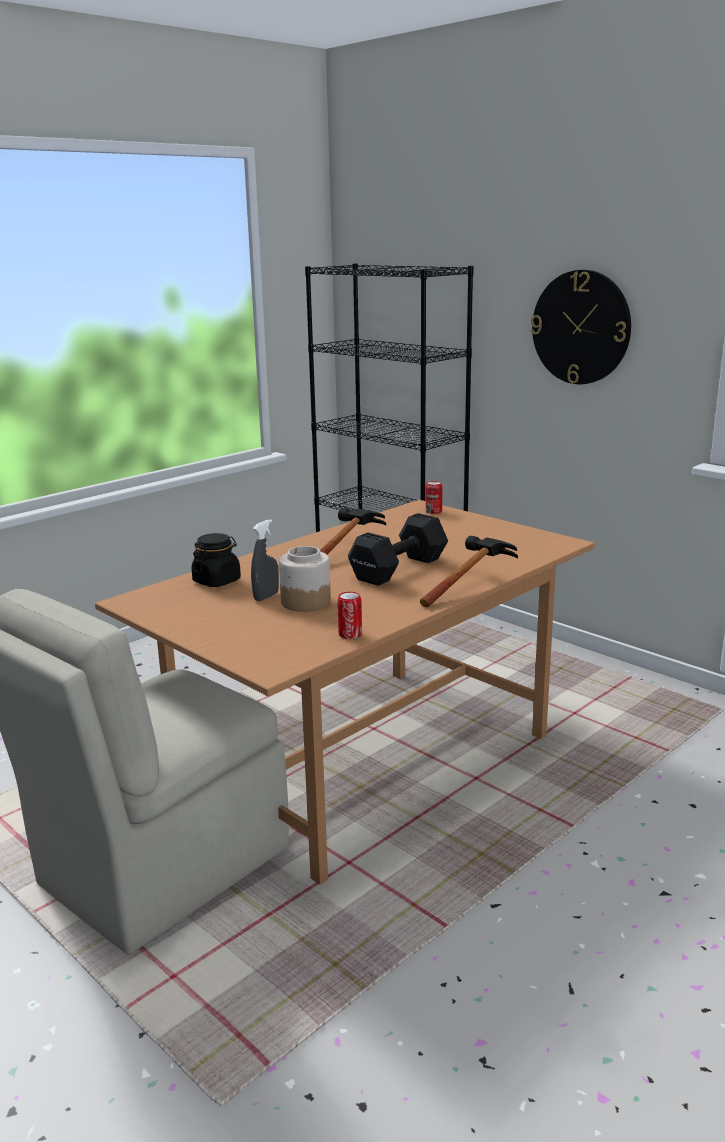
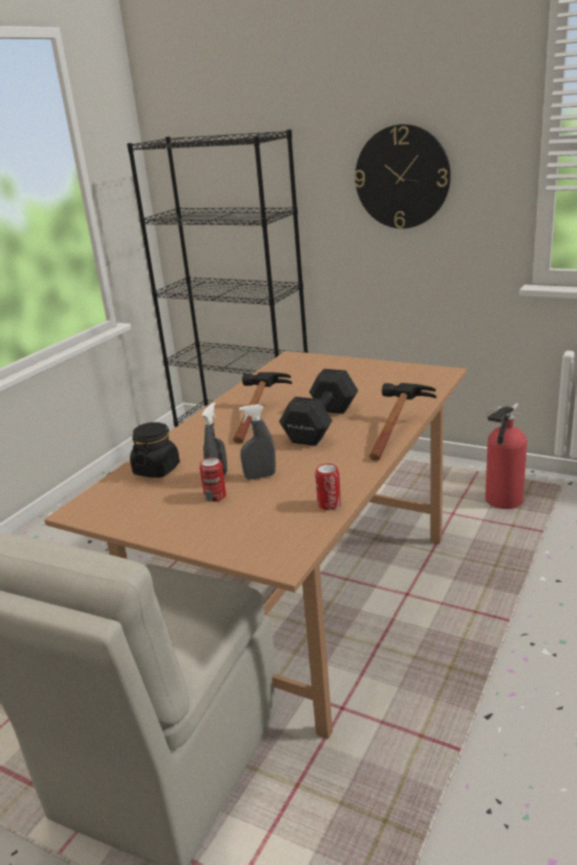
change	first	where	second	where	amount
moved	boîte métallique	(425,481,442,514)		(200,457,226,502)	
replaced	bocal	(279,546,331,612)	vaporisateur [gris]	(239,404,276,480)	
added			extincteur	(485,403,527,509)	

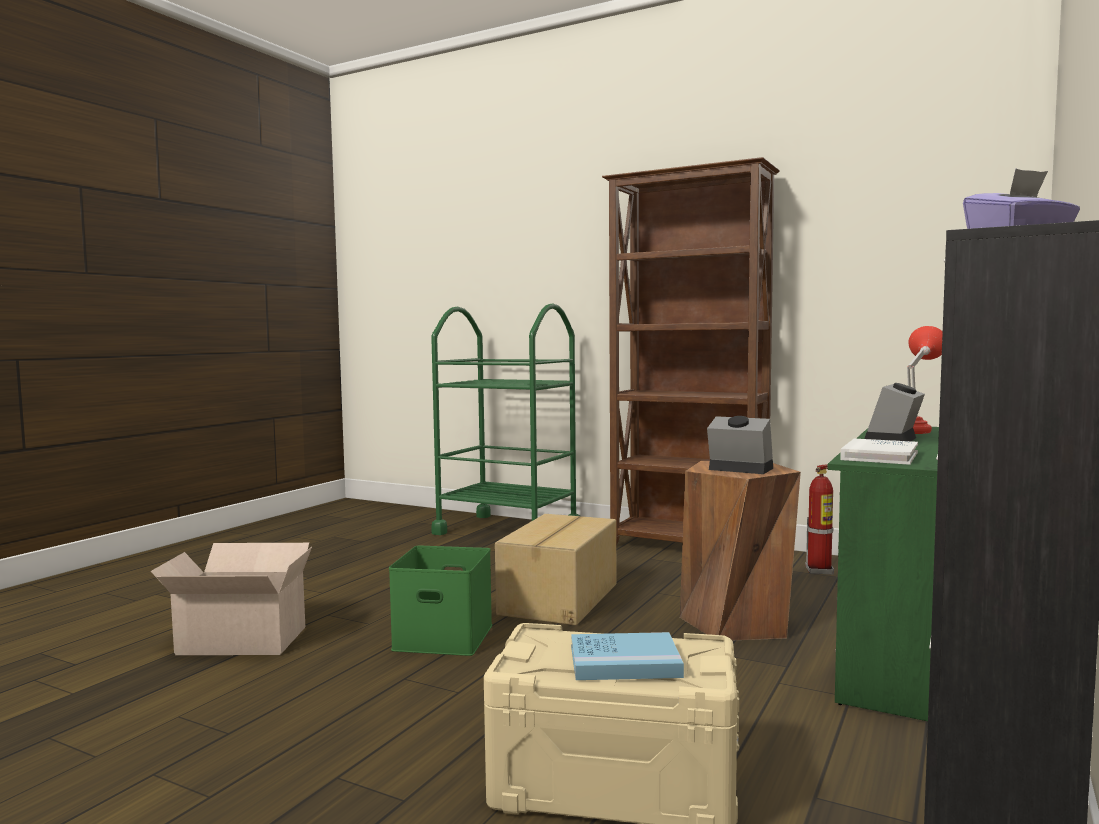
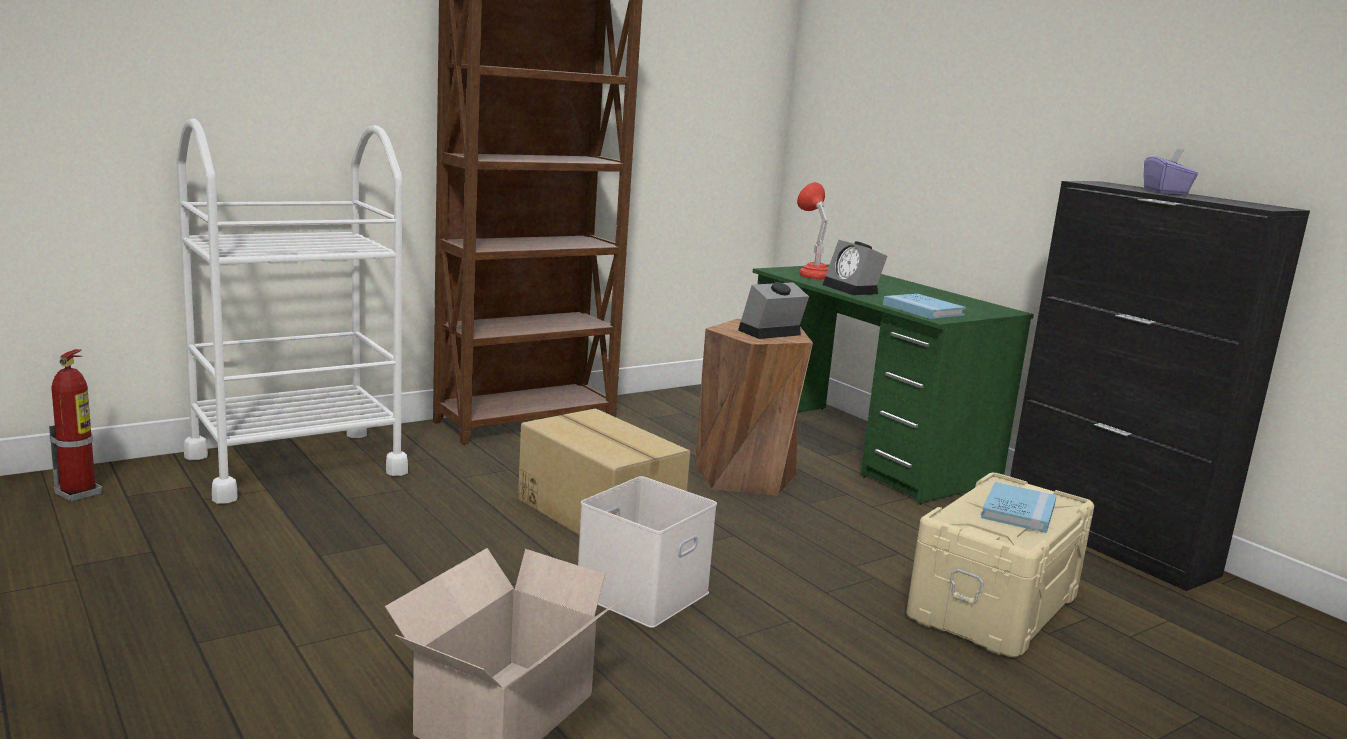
change	first	where	second	where	amount
recoloured	chariot [vert]	(431,303,580,535)	chariot [blanc]	(176,118,408,504)	
recoloured	livre [blanc]	(840,439,918,465)	livre [bleu]	(883,294,966,319)	
moved	extincteur	(805,464,834,575)		(49,349,102,502)	
recoloured	boîte de rangement [vert]	(389,546,492,656)	boîte de rangement [blanc]	(578,476,717,628)	

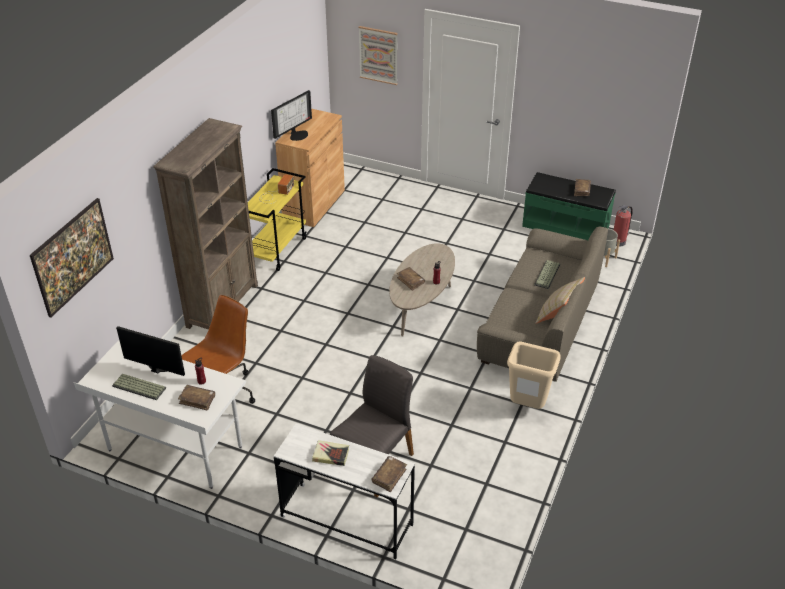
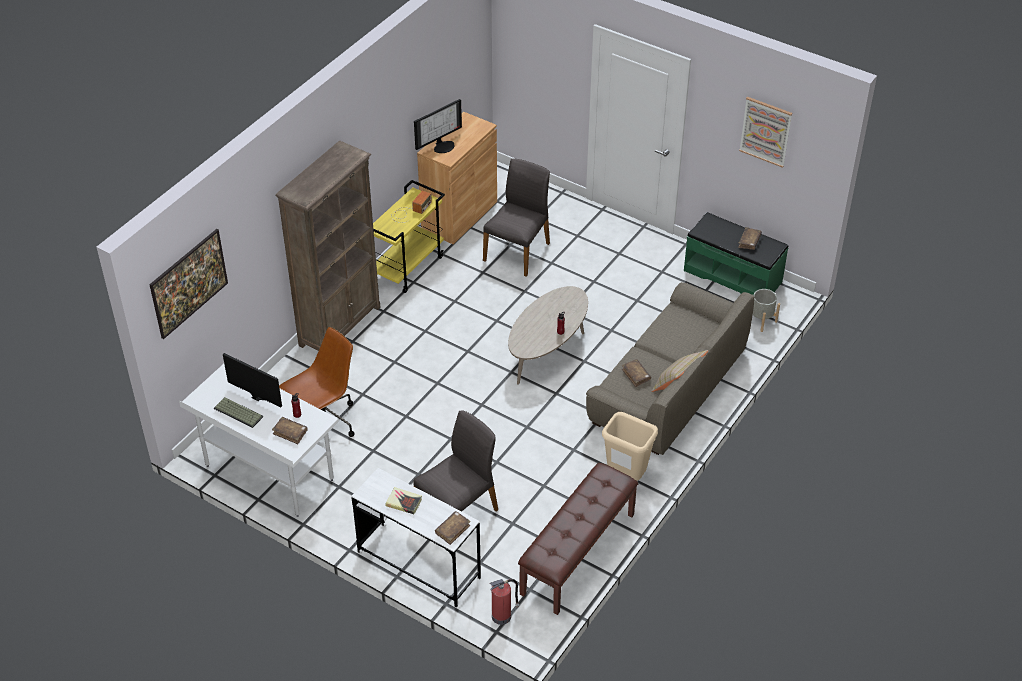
change	first	where	second	where	amount
moved	tableau	(359,26,398,85)		(739,97,792,168)	
moved	extincteur	(614,205,633,247)		(490,579,519,625)	
removed	clavier	(534,260,560,289)			
moved	livre [marron]	(397,267,425,291)		(622,359,651,387)	
added			chaise [gris]	(483,158,550,277)	
added			banc [marron]	(518,463,638,615)	

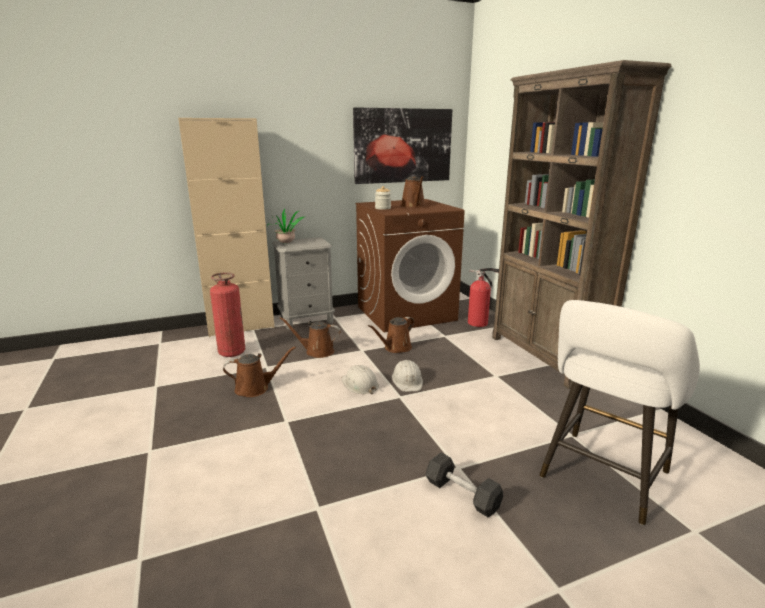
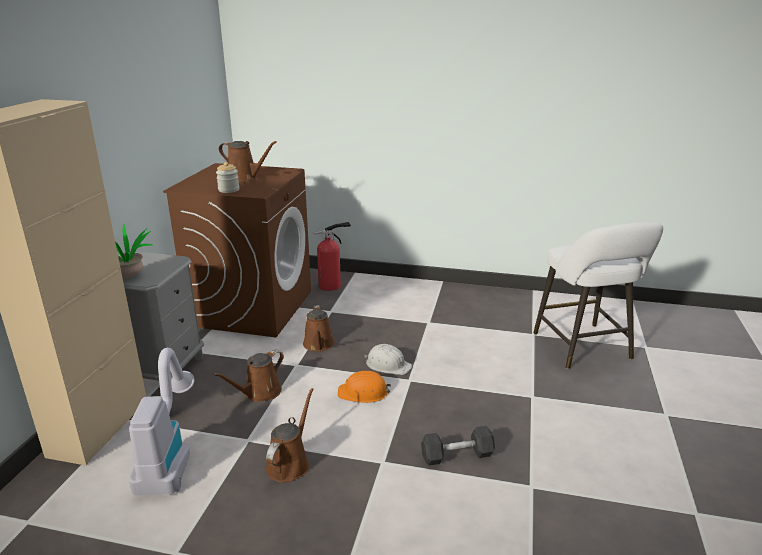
change	first	where	second	where	amount
removed	bibliothèque [marron]	(492,60,671,389)			
removed	tableau	(353,107,452,184)			
replaced	extincteur	(210,272,245,357)	aspirateur	(129,348,195,496)	
recoloured	casque de chantier [blanc]	(341,365,379,394)	casque de chantier [orange]	(338,371,391,403)	
moved	haltère [gris]	(426,452,503,518)		(421,426,495,466)	

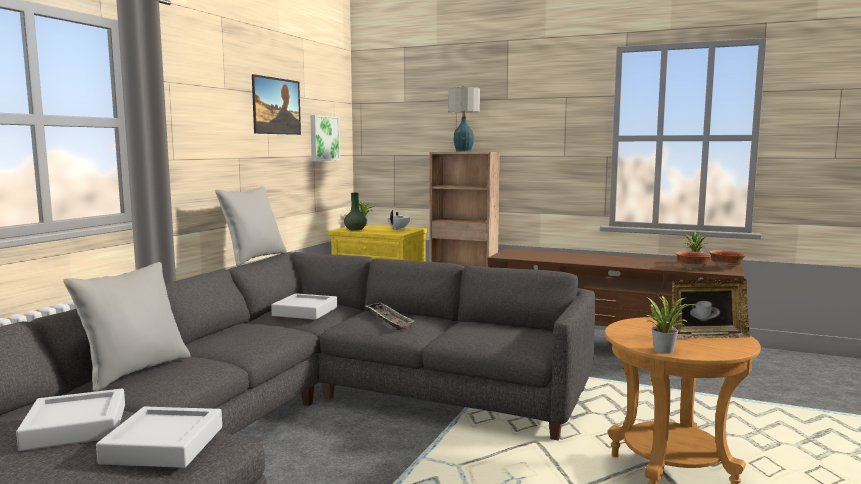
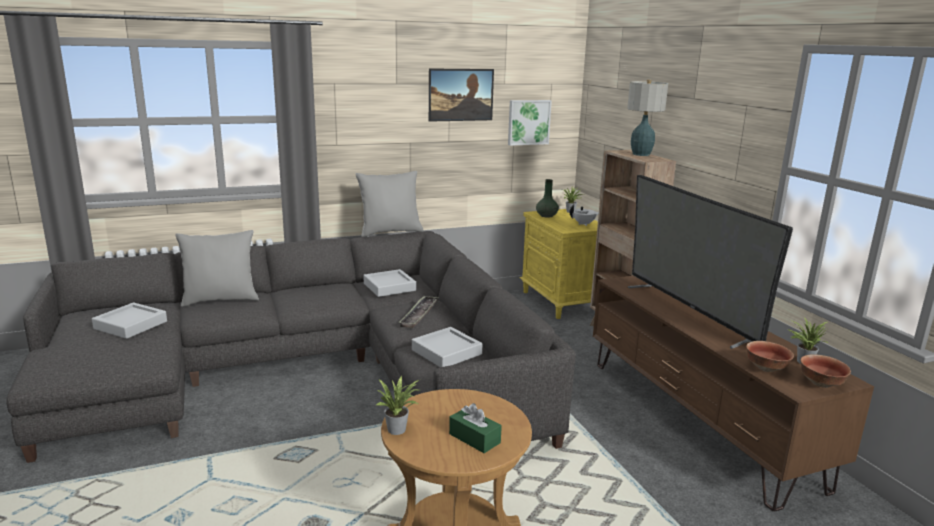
change	first	where	second	where	amount
replaced	cadre photo	(672,278,750,339)	boîte à mouchoirs [vert]	(449,403,502,453)	
moved	plateau [gris]	(96,407,222,468)		(412,327,482,367)	
added			téléviseur	(628,175,793,349)	

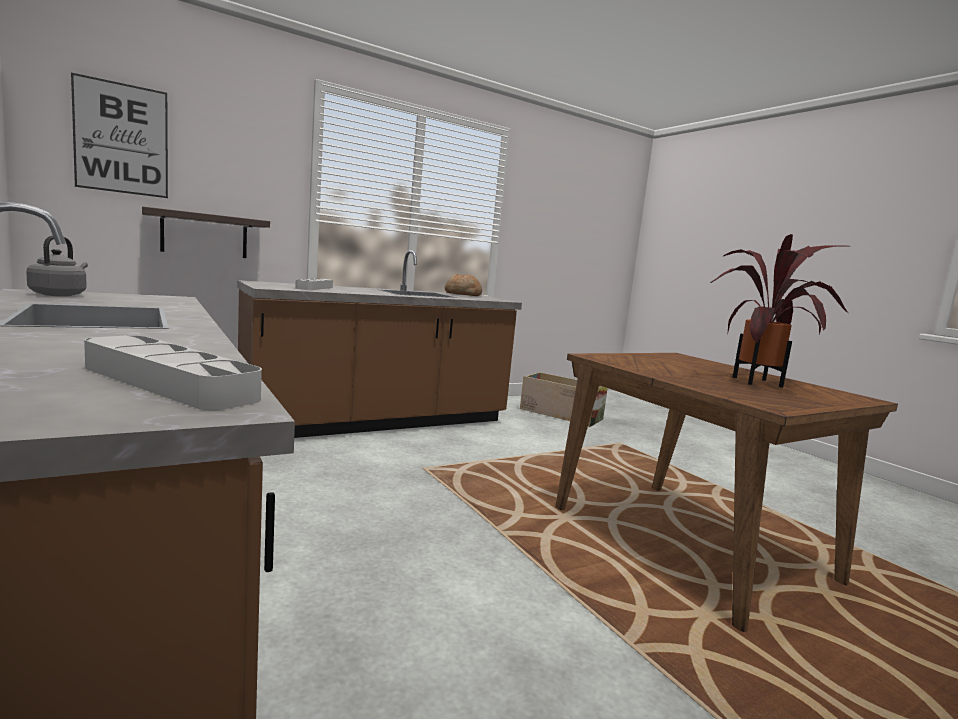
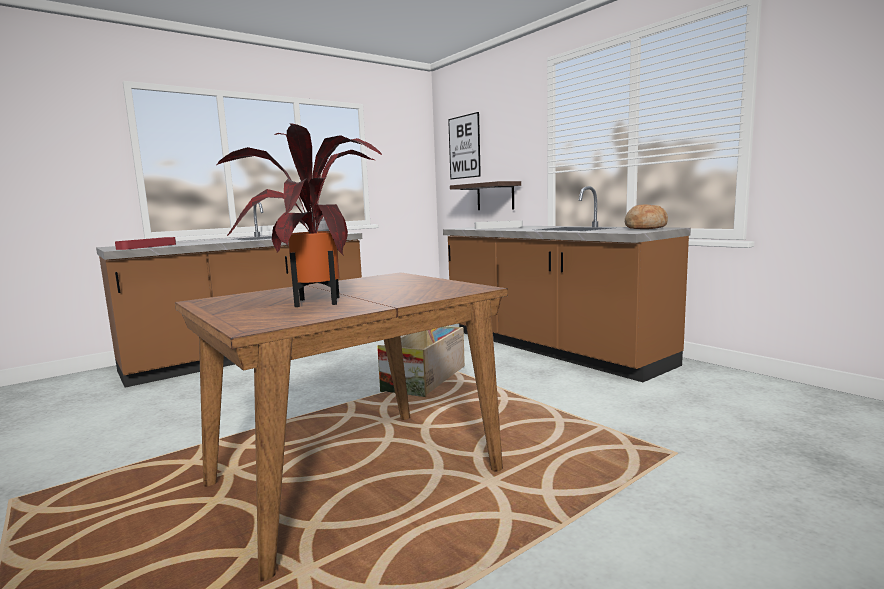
change	first	where	second	where	amount
recoloured	plateau [gris]	(84,335,262,410)	plateau [rouge]	(115,237,176,250)	
moved	caisse	(520,372,608,427)		(377,326,465,397)	

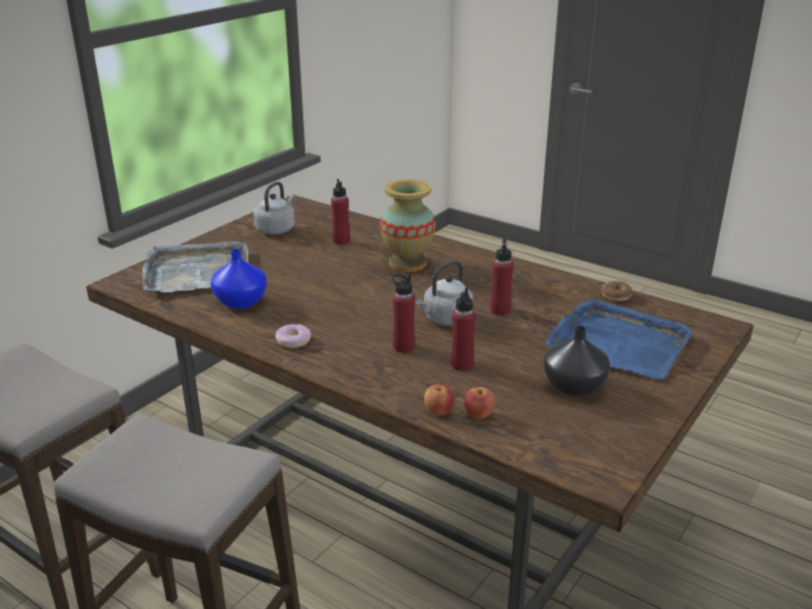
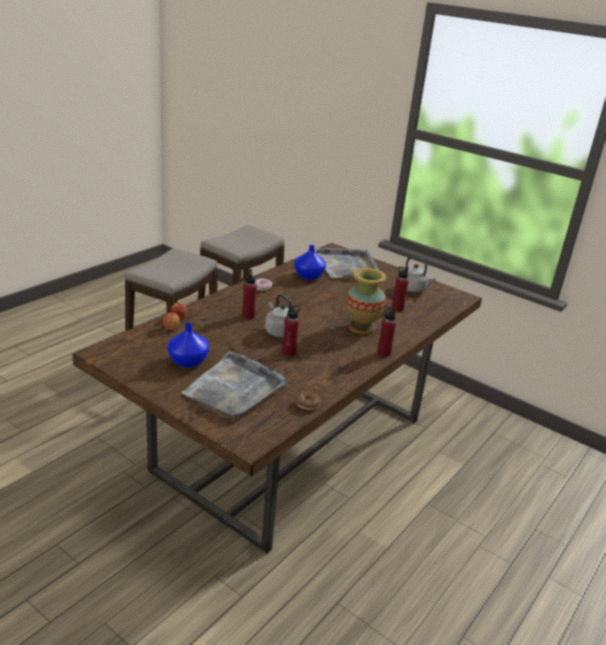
change	first	where	second	where	amount
moved	bouteille [rouge]	(451,288,476,371)		(377,306,396,357)	
recoloured	plateau [bleu]	(545,298,692,380)	plateau [gris]	(181,351,286,419)	
recoloured	vase [noir]	(543,326,610,396)	vase [bleu]	(168,323,209,368)	

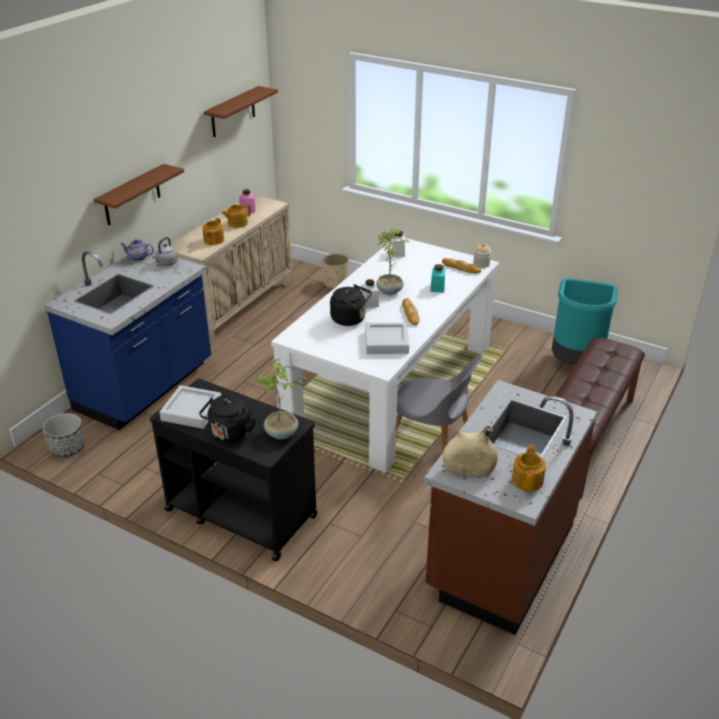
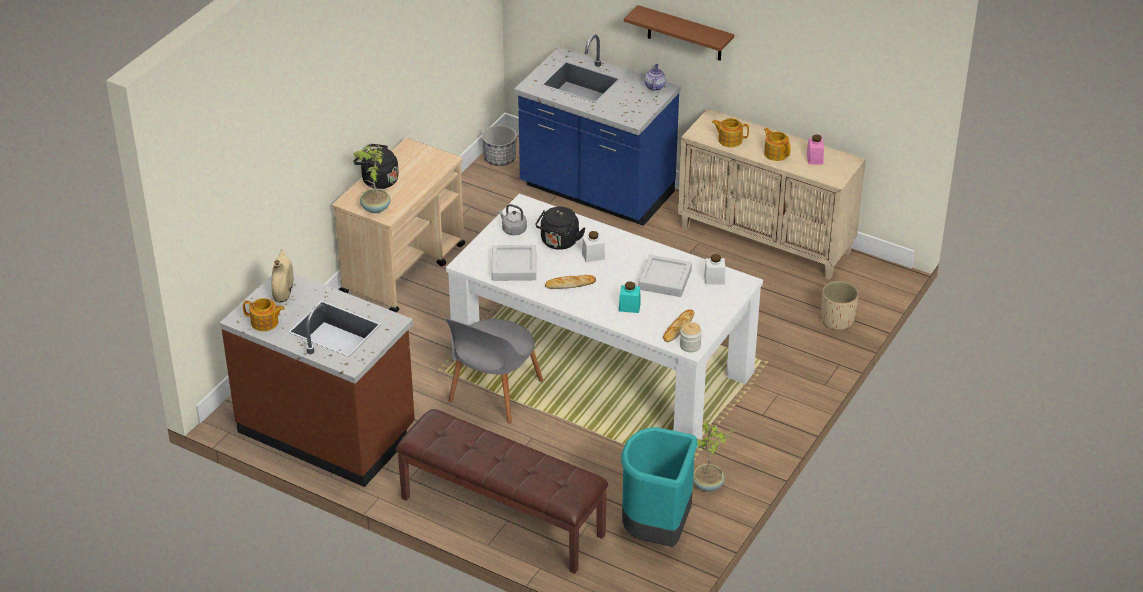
change	first	where	second	where	amount
removed	étagère [marron]	(204,86,278,137)			
moved	plante en pot	(376,228,409,295)		(693,420,734,492)	
moved	bouilloire [gris]	(153,237,178,266)		(498,204,527,235)	
recoloured	chariot [noir]	(150,379,318,561)	chariot [beige]	(332,138,465,313)	
moved	plateau [gris]	(159,385,222,429)		(638,255,692,297)	

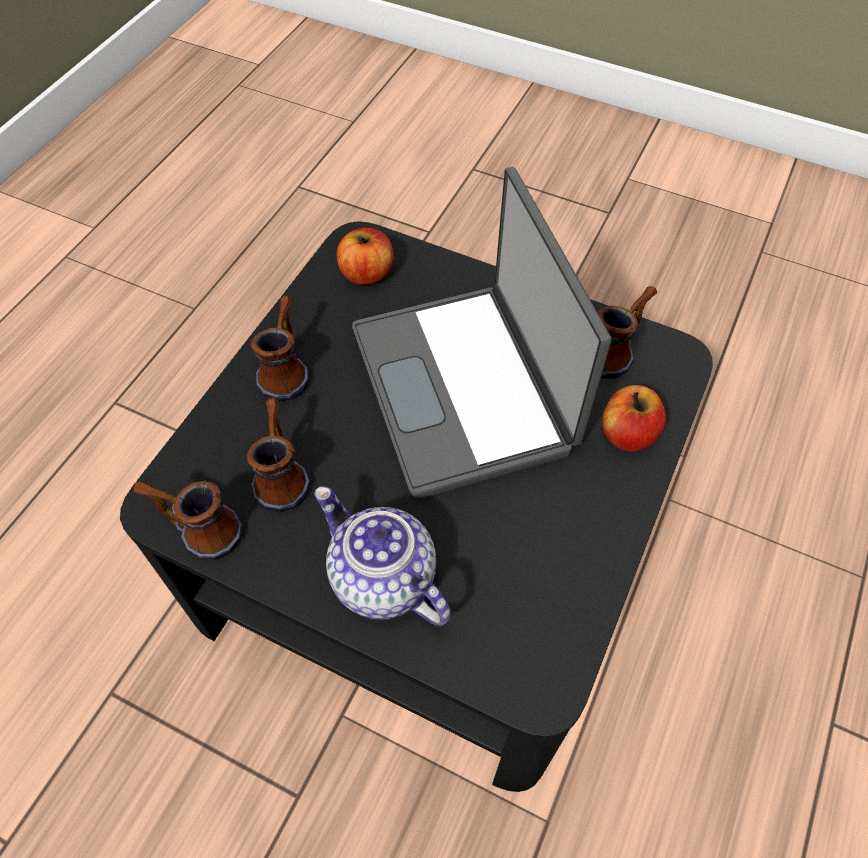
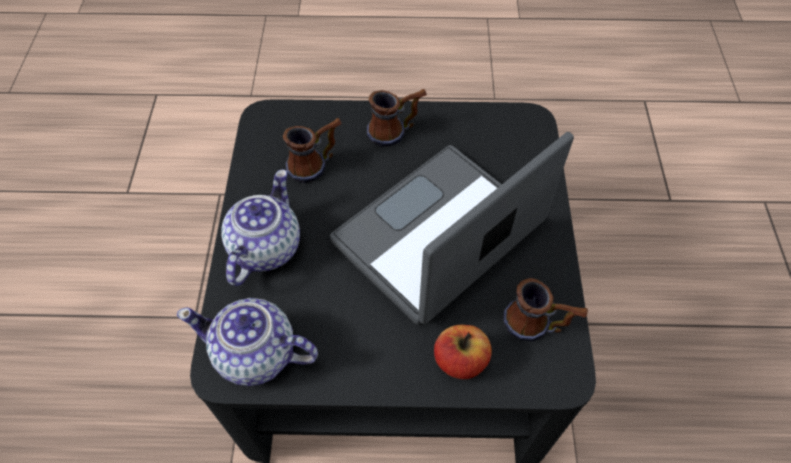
change	first	where	second	where	amount
removed	pomme	(337,228,394,285)			
removed	mug	(134,480,243,560)			
added			théière	(177,298,318,386)	

